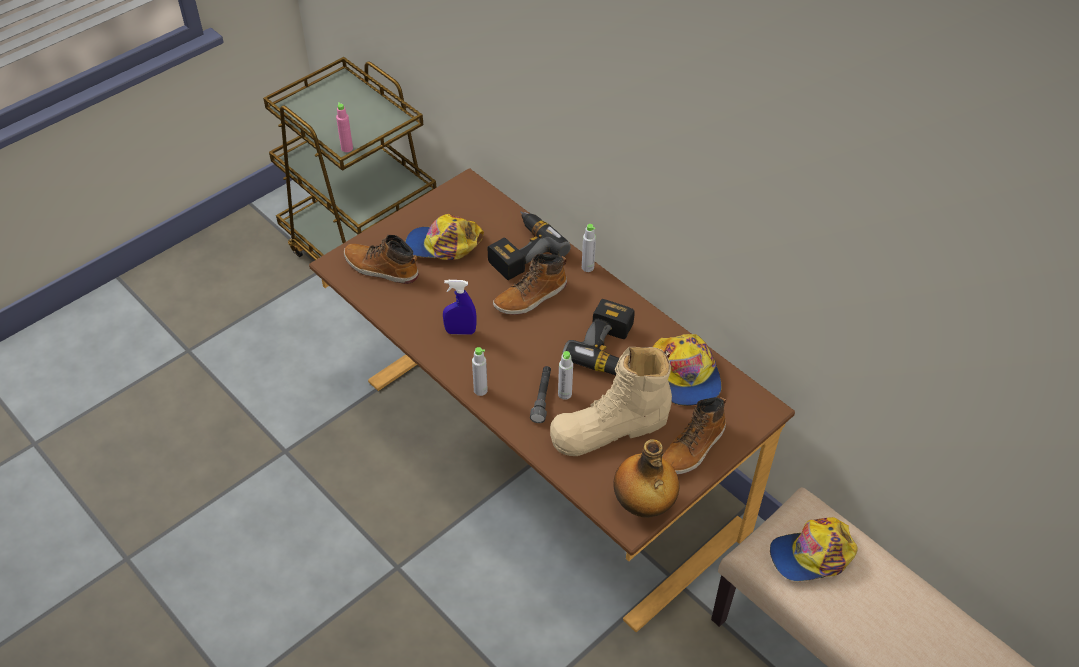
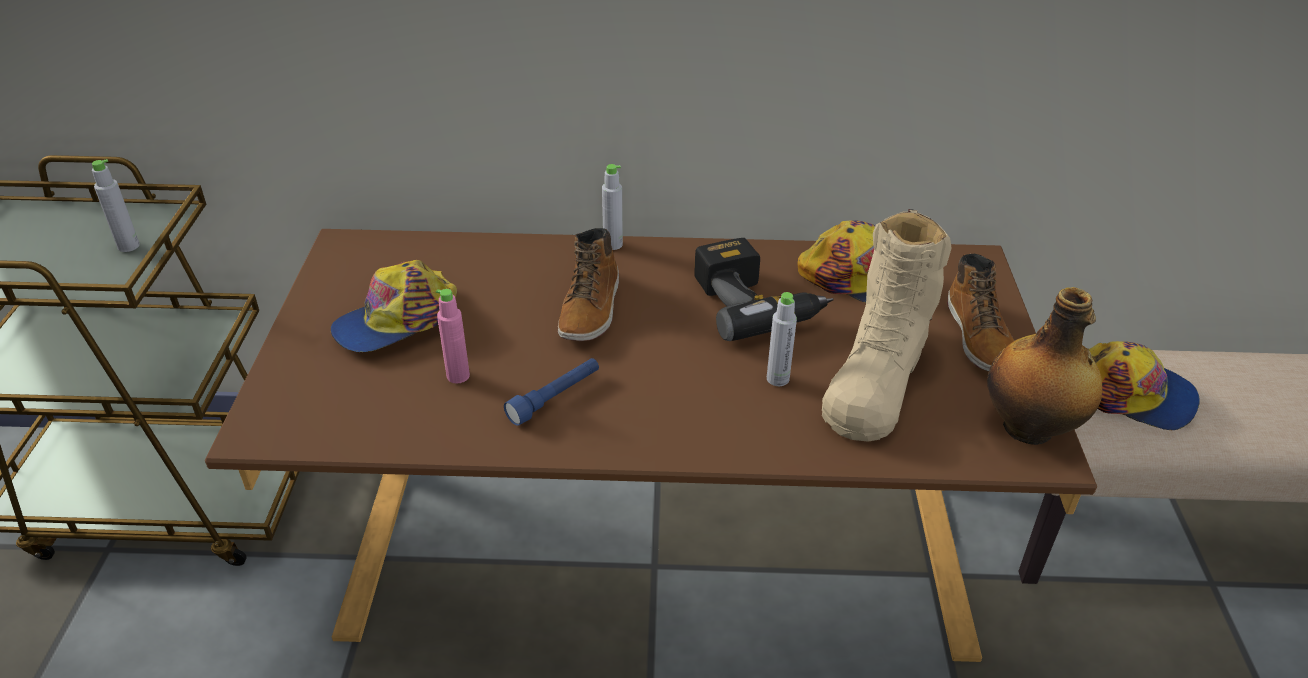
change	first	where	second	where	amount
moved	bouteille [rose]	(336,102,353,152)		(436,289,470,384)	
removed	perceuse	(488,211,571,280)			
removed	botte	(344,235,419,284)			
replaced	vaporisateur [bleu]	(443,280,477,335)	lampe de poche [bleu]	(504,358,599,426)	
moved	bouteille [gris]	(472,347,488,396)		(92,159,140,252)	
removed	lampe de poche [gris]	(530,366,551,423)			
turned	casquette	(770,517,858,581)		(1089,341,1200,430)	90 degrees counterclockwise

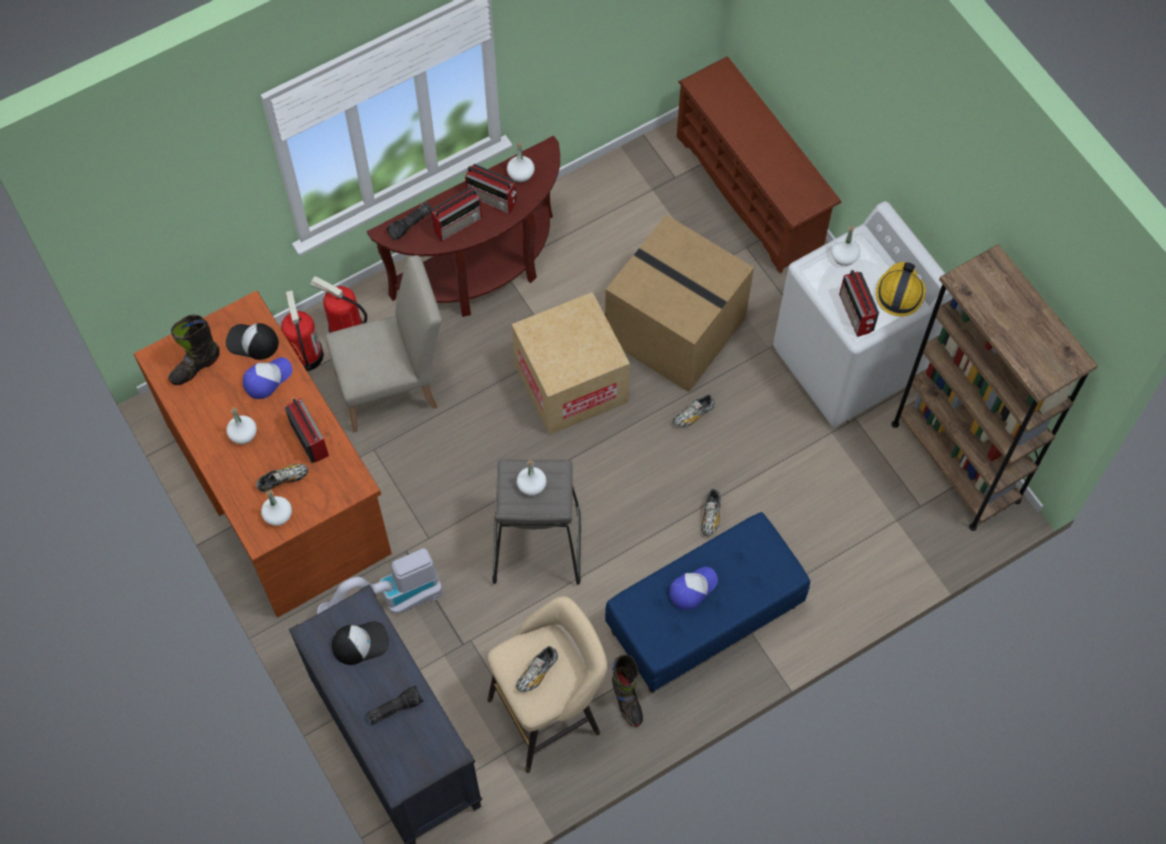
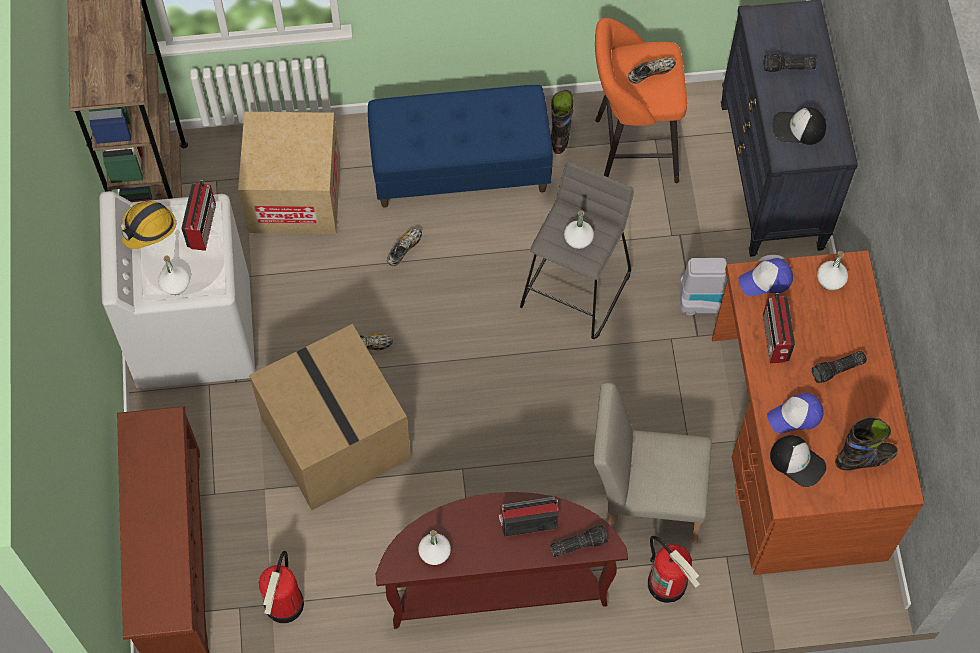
change	first	where	second	where	amount
removed	radio	(465,164,516,214)			
moved	extincteur	(281,290,324,371)		(259,551,304,623)	
moved	carton	(512,292,630,435)		(238,112,340,234)	
replaced	bouteille [blanc]	(226,407,257,444)	lampe de poche	(812,351,867,383)	
removed	chaussure	(256,464,308,492)			
moved	casquette	(669,567,718,610)		(738,258,793,296)	
recoloured	tabouret [beige]	(487,596,607,773)	tabouret [orange]	(595,18,687,183)	

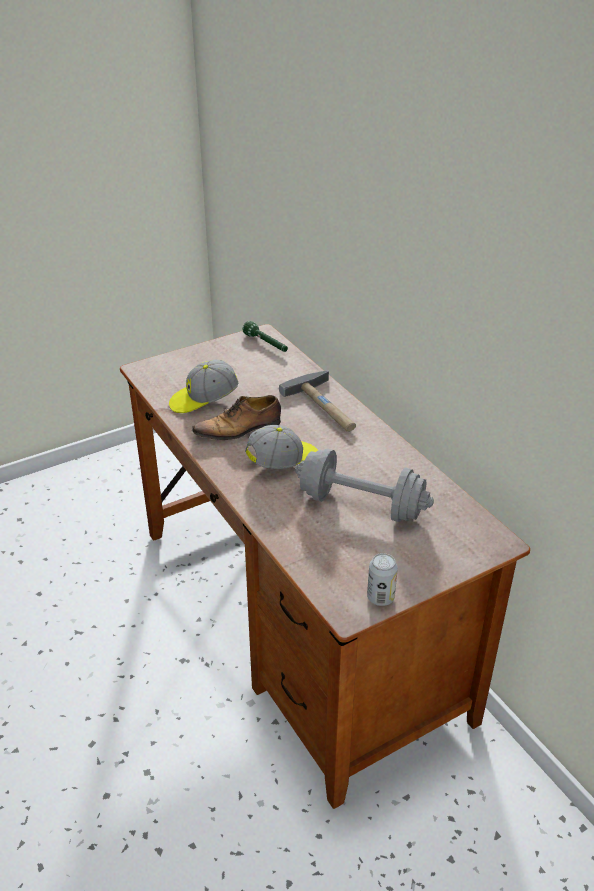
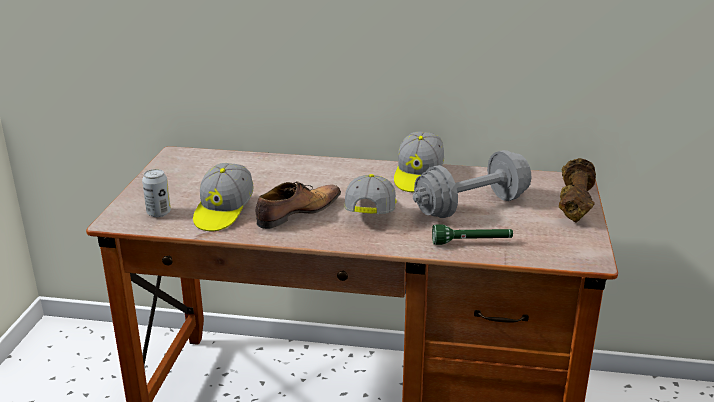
change	first	where	second	where	amount
moved	lampe de poche [vert]	(243,321,288,352)		(432,224,513,245)	
removed	marteau	(279,370,356,432)			
turned	chaussure	(192,395,281,440)		(256,182,341,229)	150 degrees counterclockwise
moved	boîte métallique	(367,553,398,606)		(142,169,171,217)	
added			casquette	(394,131,444,192)	
added			haltère [marron]	(559,158,596,222)	

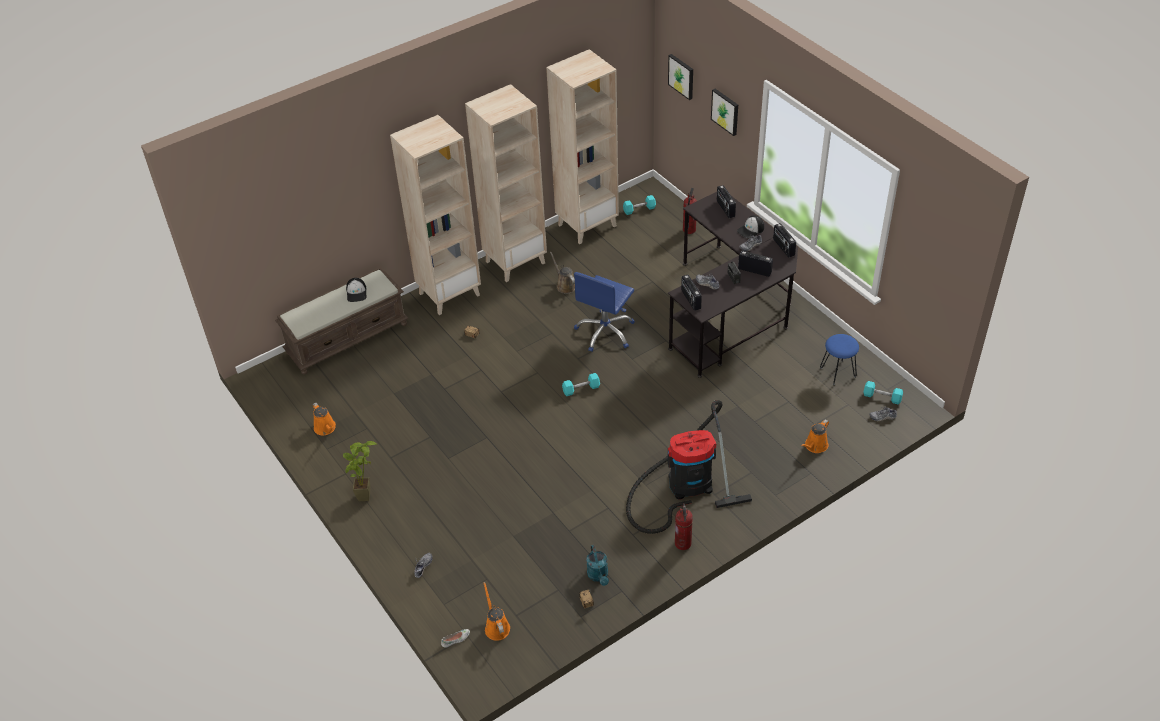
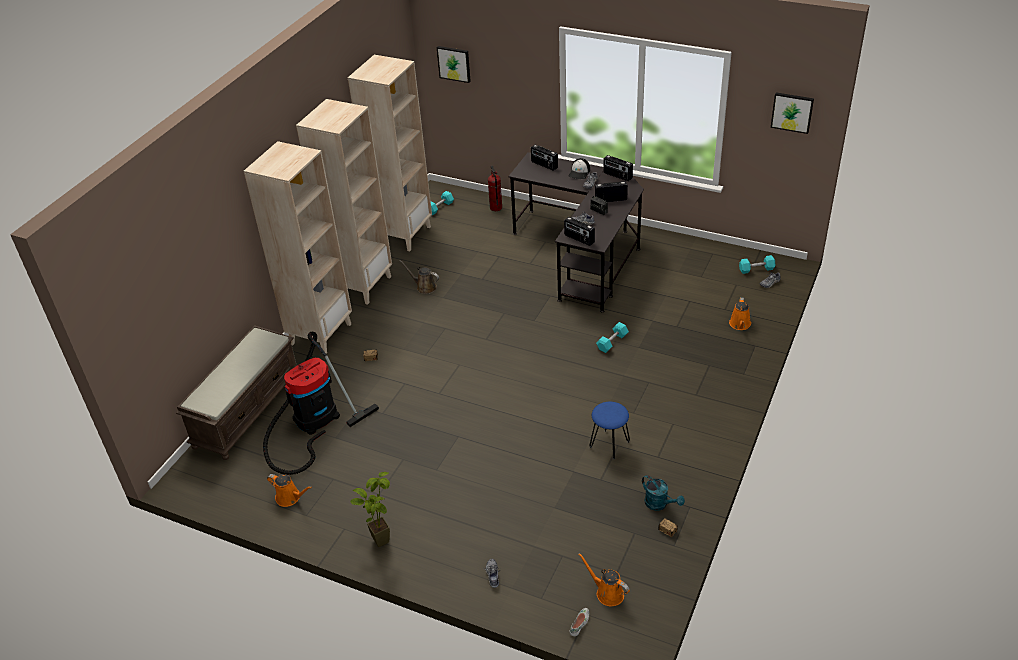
change	first	where	second	where	amount
moved	tableau	(711,89,738,136)		(771,92,814,134)	
removed	chaise de bureau [bleu]	(574,272,635,352)			
removed	casquette	(346,278,367,302)			
moved	tabouret [bleu]	(820,334,859,385)		(589,402,630,459)	
moved	haltère [turquoise]	(562,373,600,396)		(596,322,629,353)	
moved	aspirateur	(626,400,752,534)		(263,332,379,475)	
removed	extincteur	(675,503,693,550)			

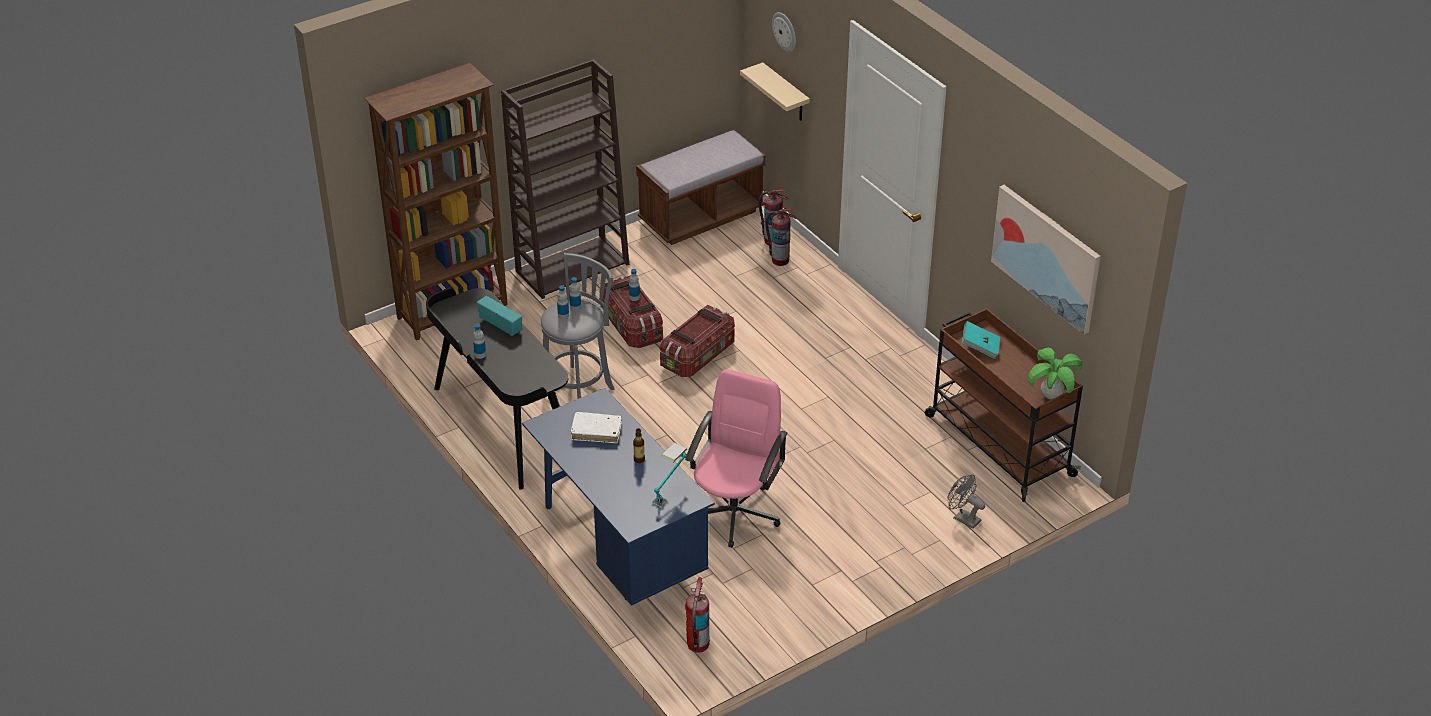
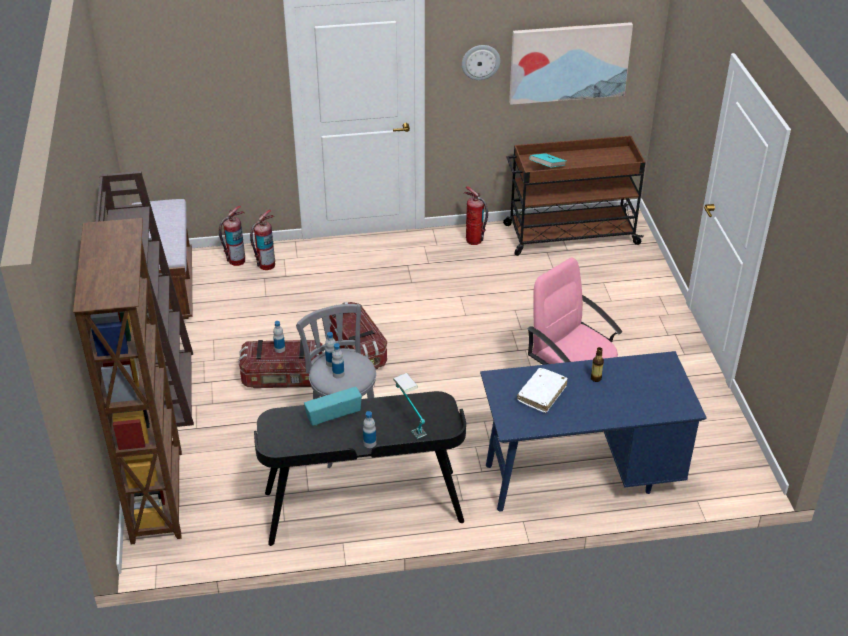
change	first	where	second	where	amount
moved	horloge murale	(772,12,796,52)		(462,45,500,80)	
removed	étagère [beige]	(740,62,810,121)			
removed	plante en pot	(1028,347,1082,400)			
moved	lampe de table	(652,442,687,508)		(393,373,427,439)	
removed	ventilateur [gris]	(947,475,985,529)			
moved	extincteur	(685,577,710,653)		(463,186,488,245)	

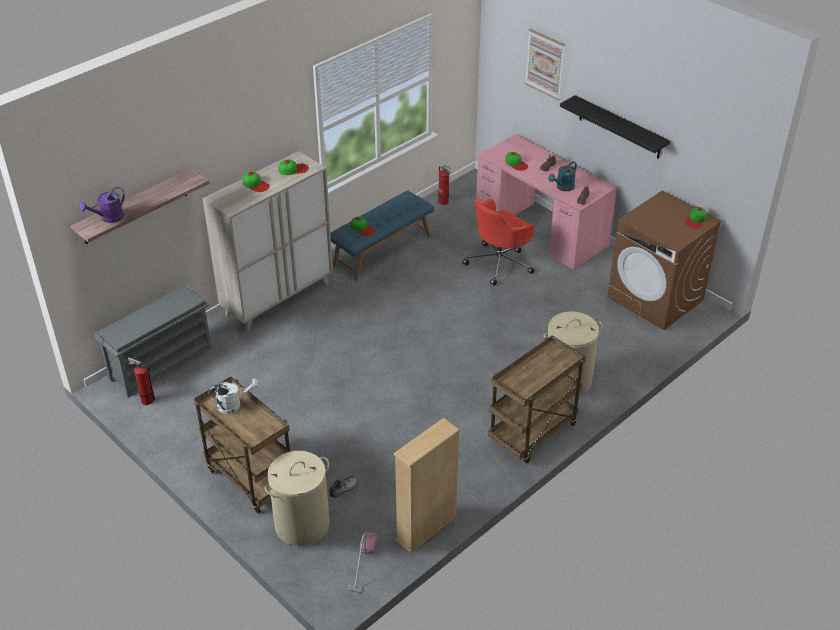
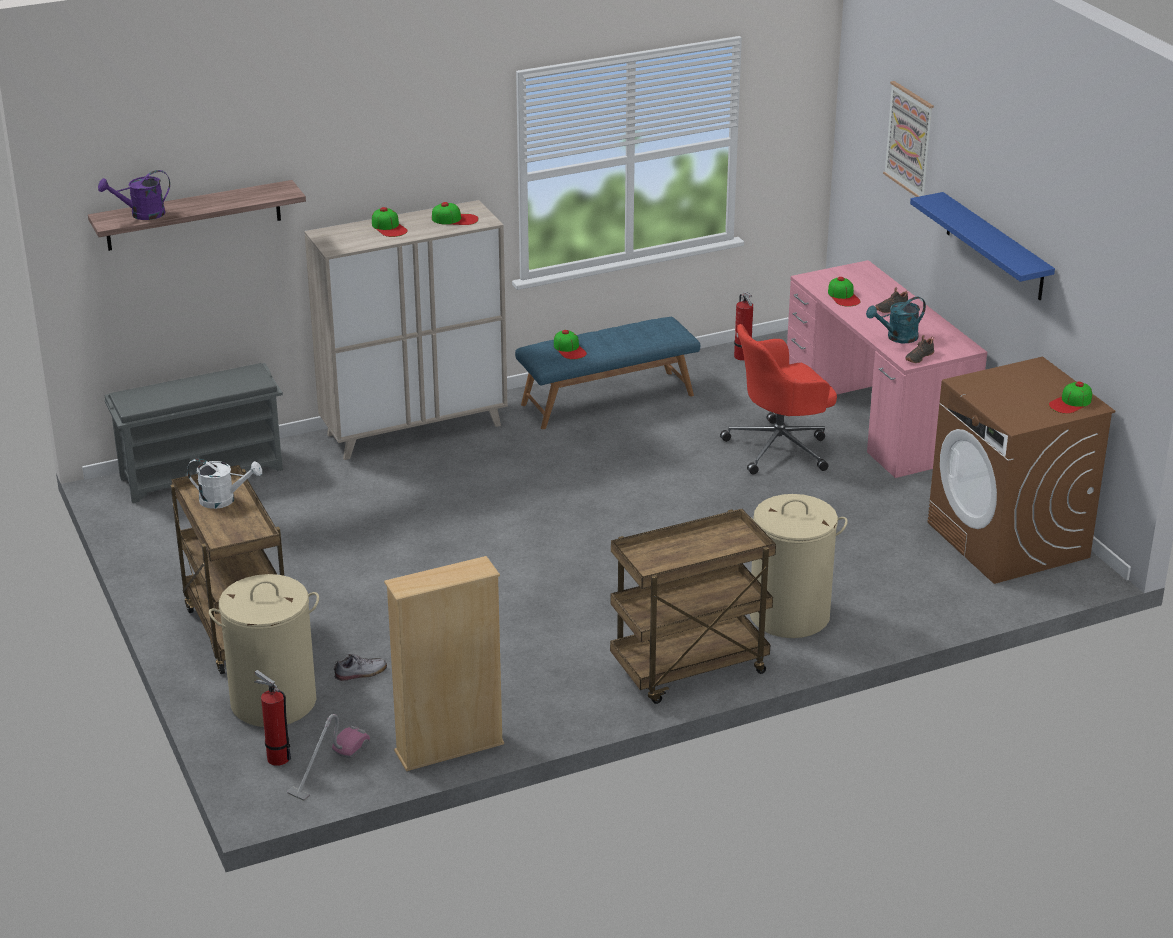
change	first	where	second	where	amount
recoloured	étagère [noir]	(560,95,670,159)	étagère [bleu]	(910,192,1055,300)	
moved	extincteur	(128,358,155,405)		(254,670,291,766)	

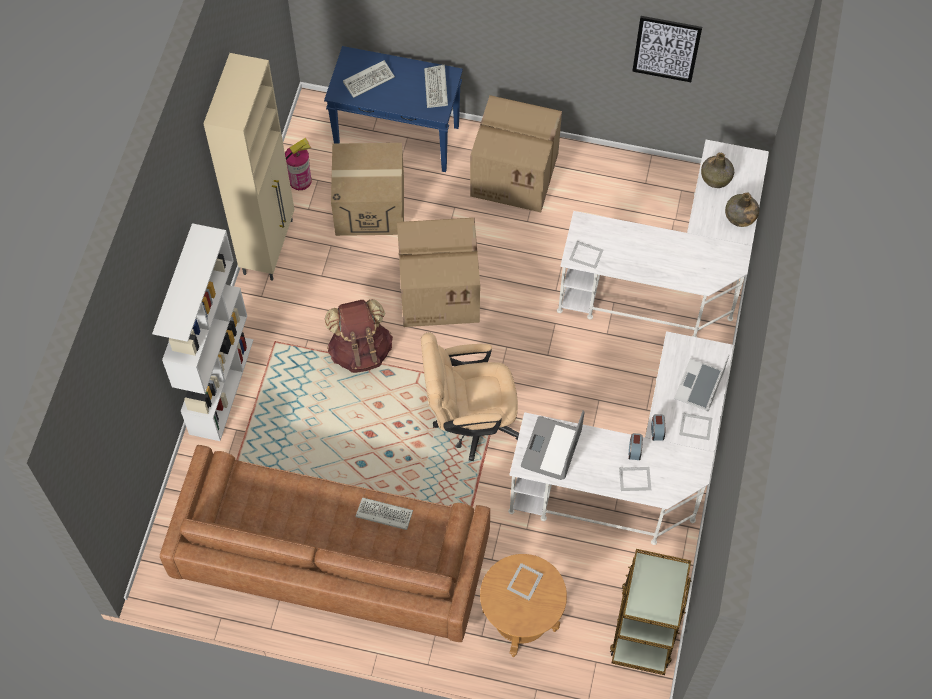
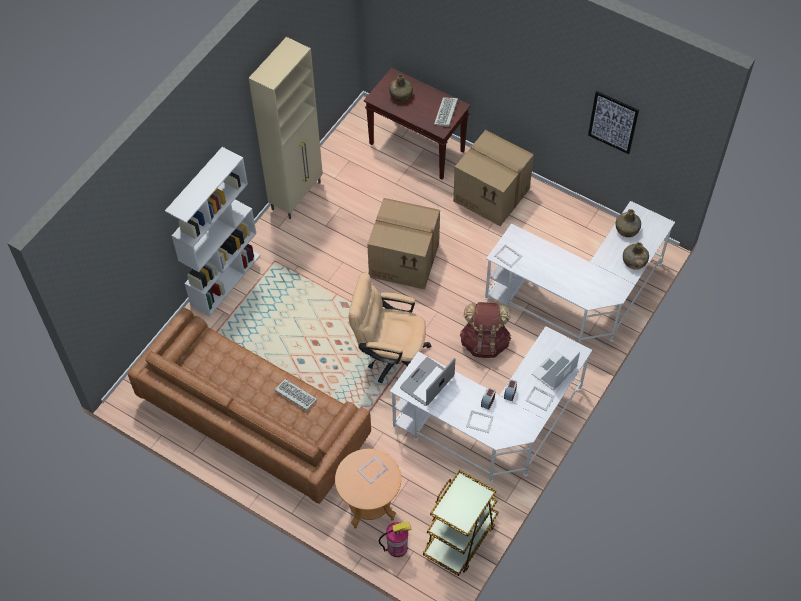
change	first	where	second	where	amount
recoloured	table console [bleu]	(324,46,463,172)	table console [marron]	(364,68,471,180)	
replaced	clavier	(343,60,395,98)	bouteille [vert]	(389,74,413,102)	
moved	extincteur	(285,138,312,190)		(379,521,412,557)	
removed	carton	(331,143,404,236)			
moved	sac à dos [marron]	(325,299,393,373)		(460,302,511,358)	

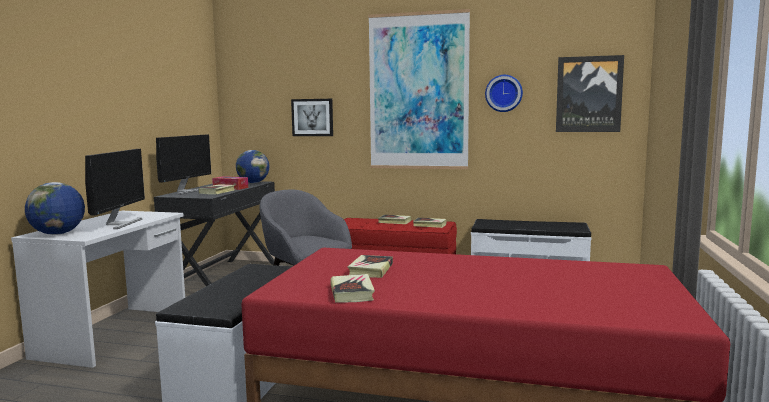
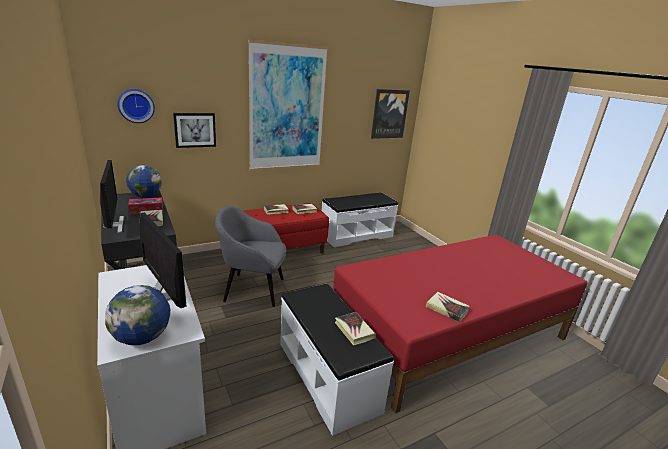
change	first	where	second	where	amount
moved	horloge murale	(485,75,523,112)		(117,89,155,123)	
moved	livre	(348,255,393,278)		(335,312,376,346)	

